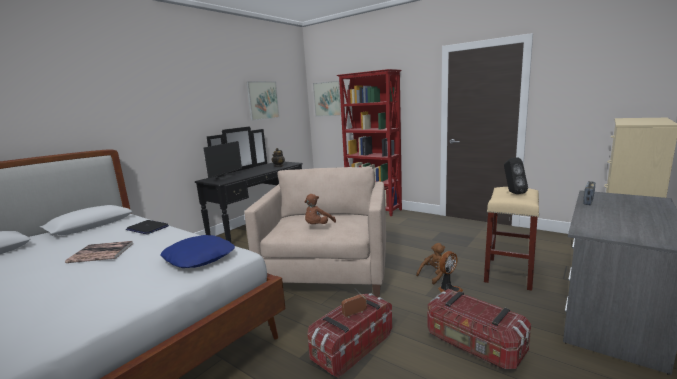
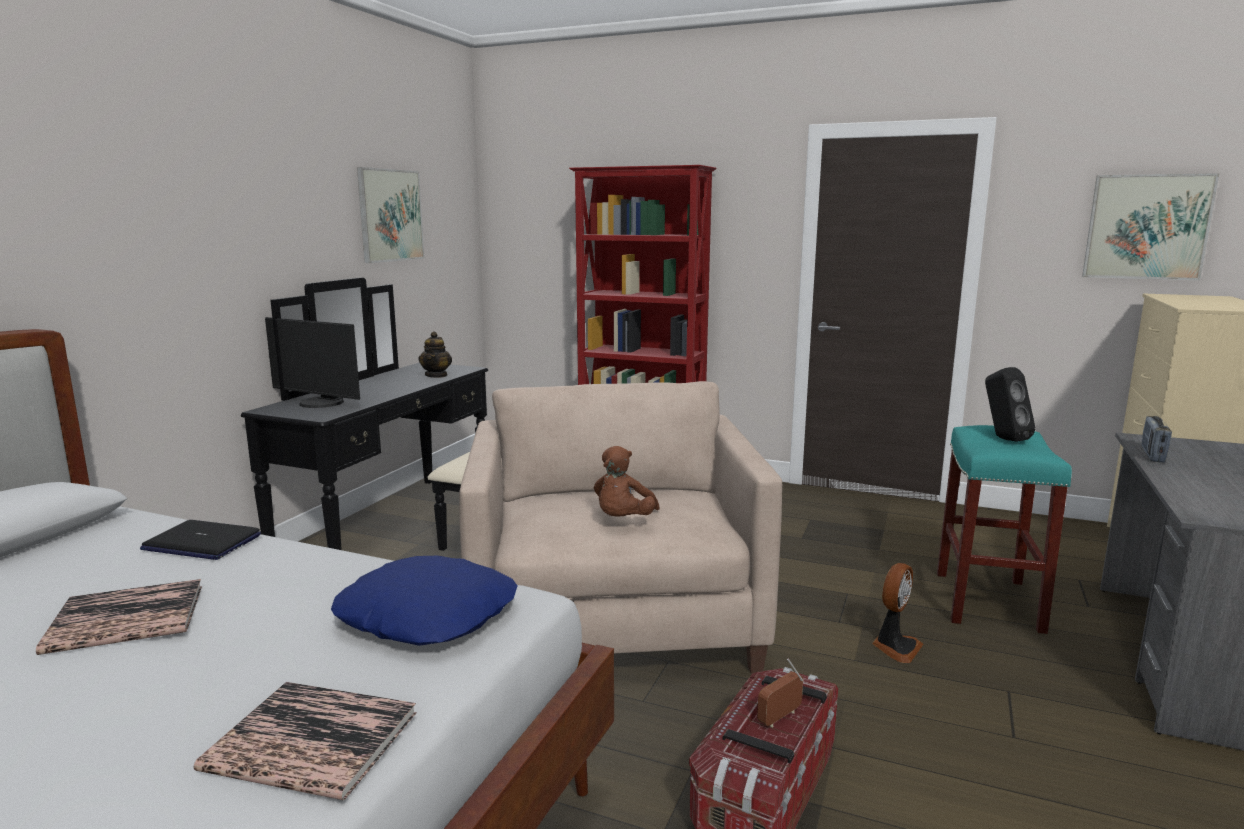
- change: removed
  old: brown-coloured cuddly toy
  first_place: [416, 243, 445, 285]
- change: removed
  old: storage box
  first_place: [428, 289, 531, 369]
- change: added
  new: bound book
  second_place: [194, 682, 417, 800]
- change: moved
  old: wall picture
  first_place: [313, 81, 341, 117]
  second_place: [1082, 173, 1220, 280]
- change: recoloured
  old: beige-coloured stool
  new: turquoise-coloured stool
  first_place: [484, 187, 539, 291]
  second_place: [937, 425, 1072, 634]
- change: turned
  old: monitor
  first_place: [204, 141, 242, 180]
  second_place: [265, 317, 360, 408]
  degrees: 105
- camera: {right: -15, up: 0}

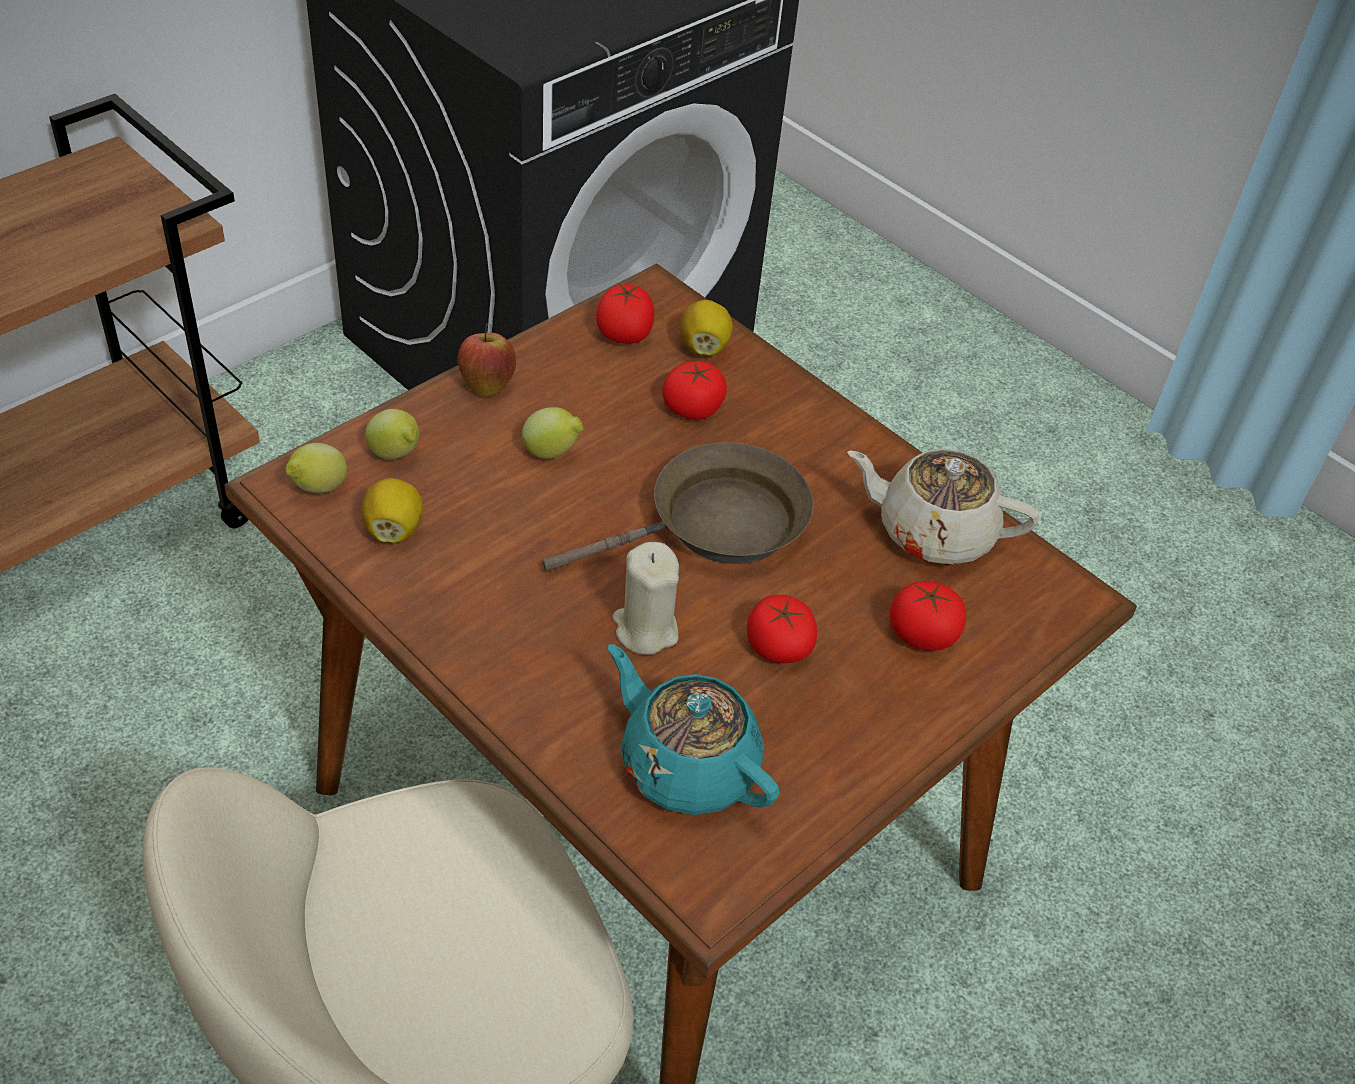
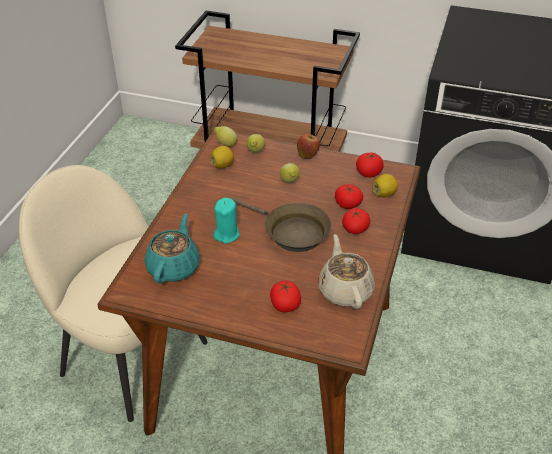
- change: moved
  old: fresh tomato
  first_place: [747, 595, 817, 663]
  second_place: [342, 208, 370, 234]
- change: recoloured
  old: beige-coloured wax candle
  new: turquoise-coloured wax candle
  first_place: [612, 542, 679, 655]
  second_place: [213, 198, 239, 244]
- camera: {right: 65, up: -5}

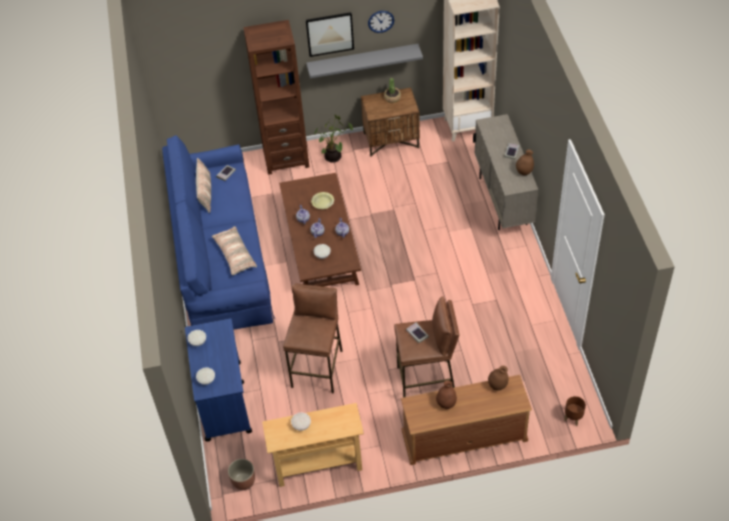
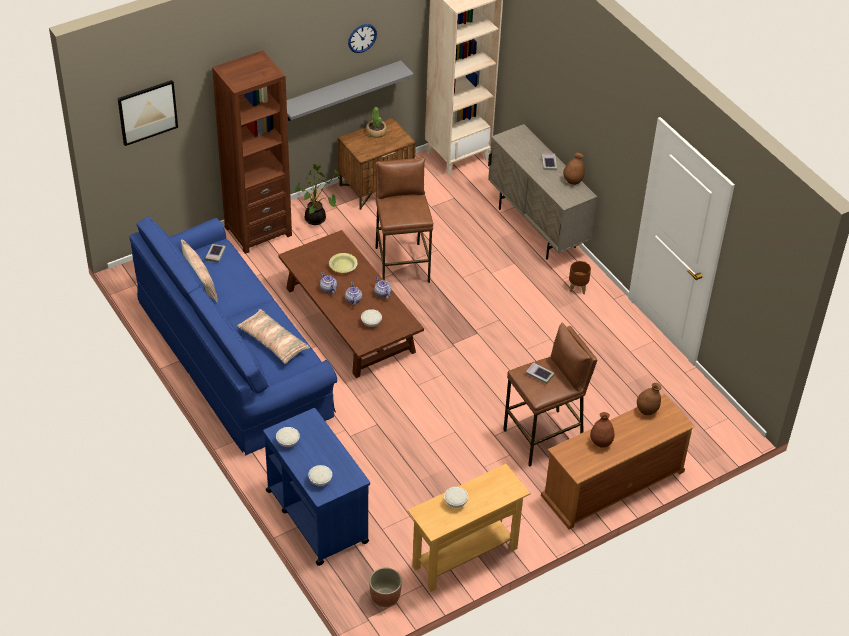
- change: moved
  old: brown-coloured stool
  first_place: [283, 283, 343, 394]
  second_place: [375, 158, 433, 283]
- change: moved
  old: wall picture
  first_place: [306, 12, 354, 57]
  second_place: [118, 80, 178, 146]
- change: moved
  old: brown-coloured flower pot
  first_place: [564, 396, 586, 426]
  second_place: [569, 261, 591, 294]
- camera: {right: -25, up: -5}

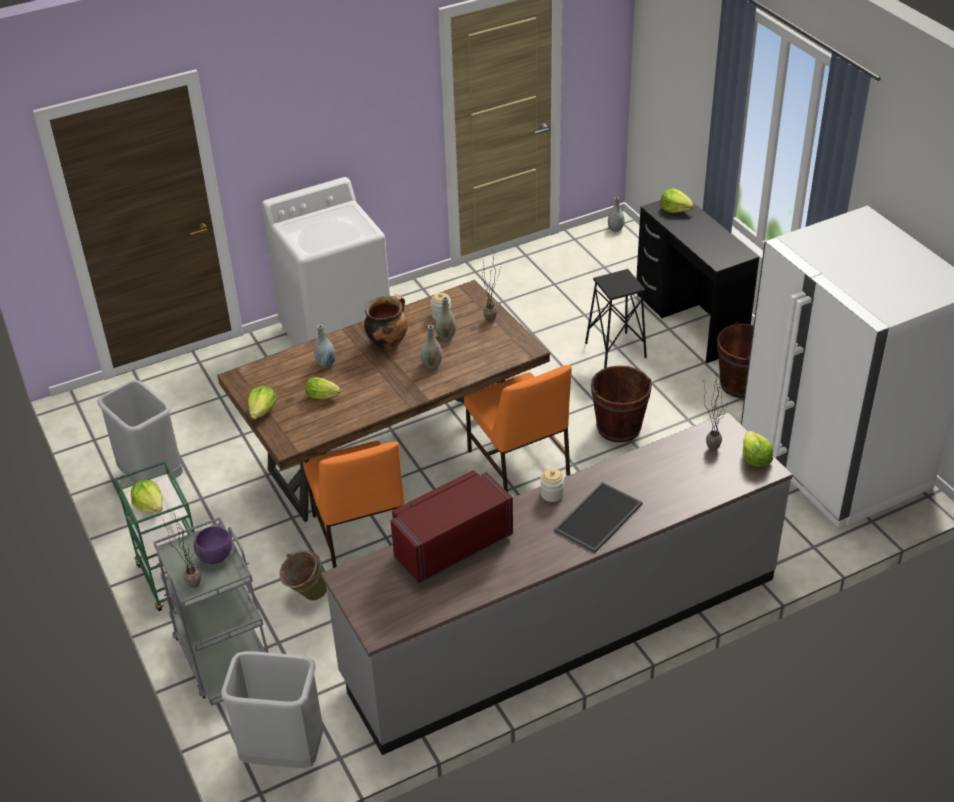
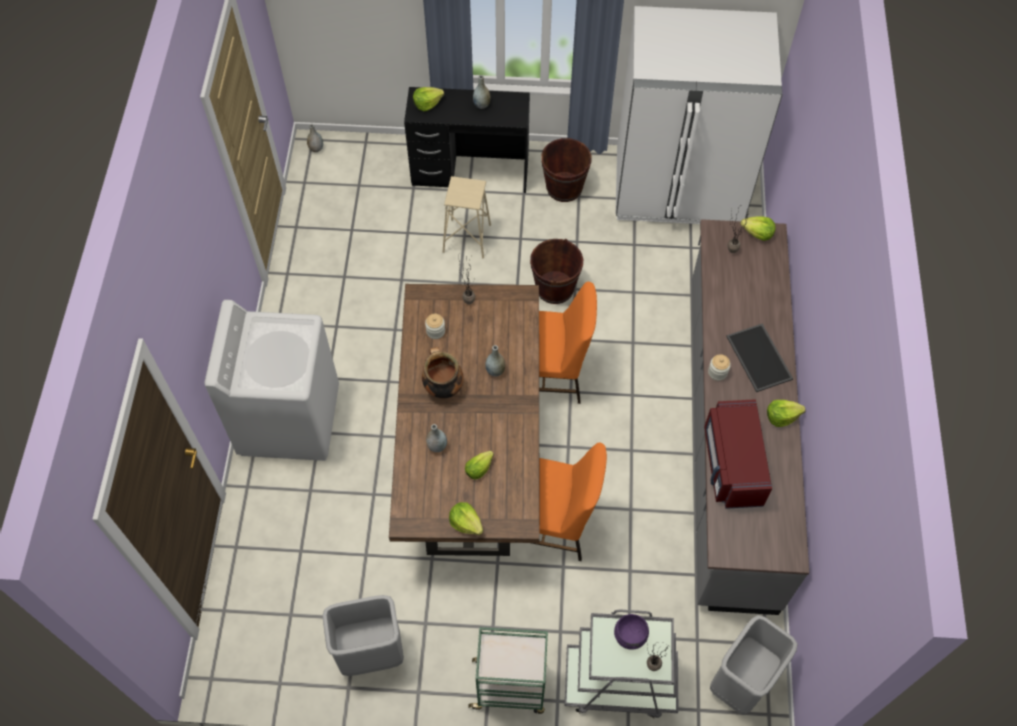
- change: removed
  old: green bucket
  first_place: [279, 550, 327, 601]
- change: moved
  old: head of lettuce
  first_place: [131, 480, 163, 513]
  second_place: [767, 400, 805, 427]
- change: moved
  old: greyish flower vase
  first_place: [435, 297, 456, 340]
  second_place: [473, 75, 490, 109]
- change: recoloured
  old: black-coloured stool
  new: beige-coloured stool
  first_place: [585, 269, 647, 368]
  second_place: [443, 176, 491, 258]
- camera: {right: -60, up: 20}

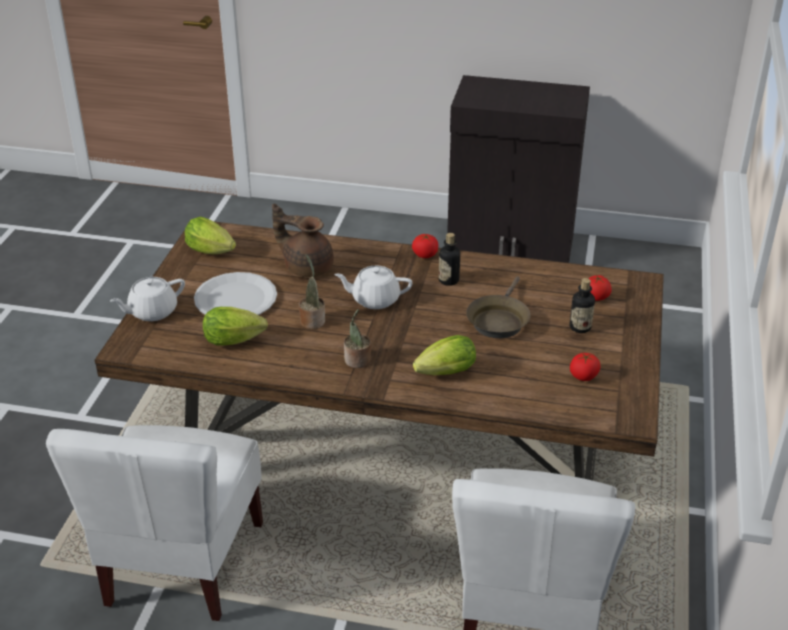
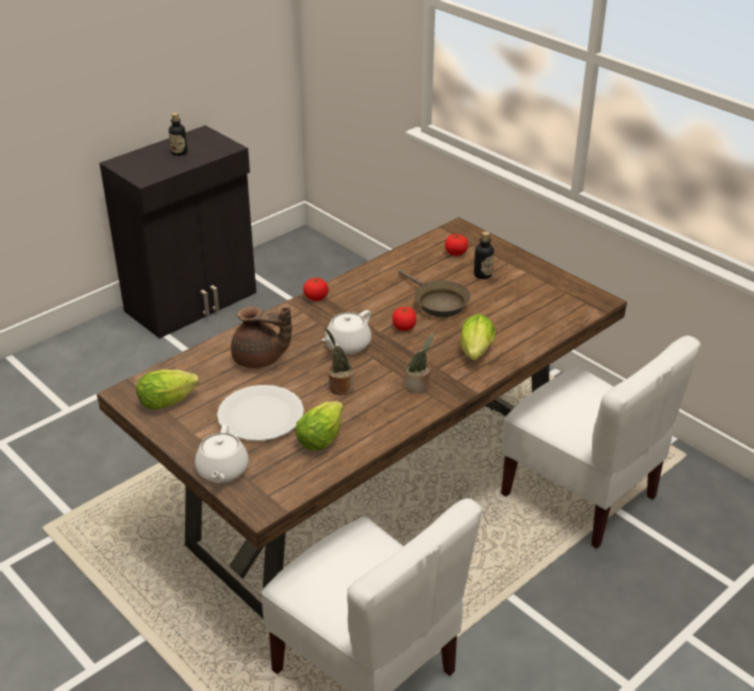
- change: moved
  old: bottle
  first_place: [439, 233, 460, 286]
  second_place: [169, 113, 187, 156]
- change: moved
  old: fresh tomato
  first_place: [570, 353, 601, 381]
  second_place: [392, 307, 417, 331]
- change: turned
  old: brown-coloured tea pot
  first_place: [272, 204, 334, 277]
  second_place: [231, 306, 292, 368]
  degrees: -135
- camera: {right: -55, up: 0}

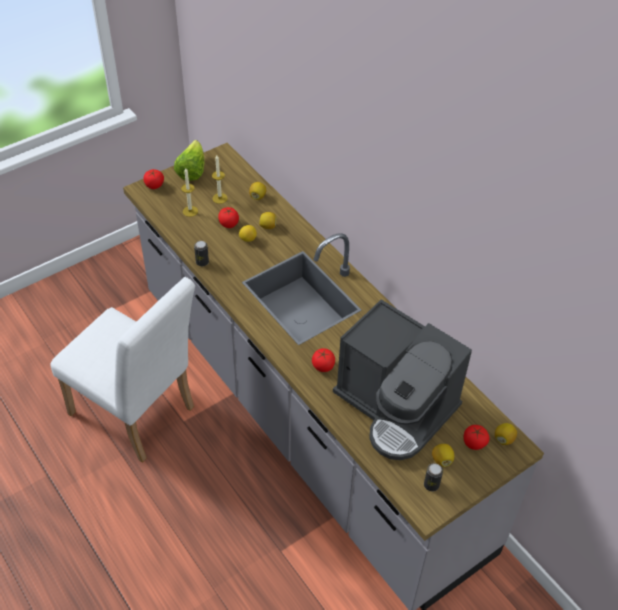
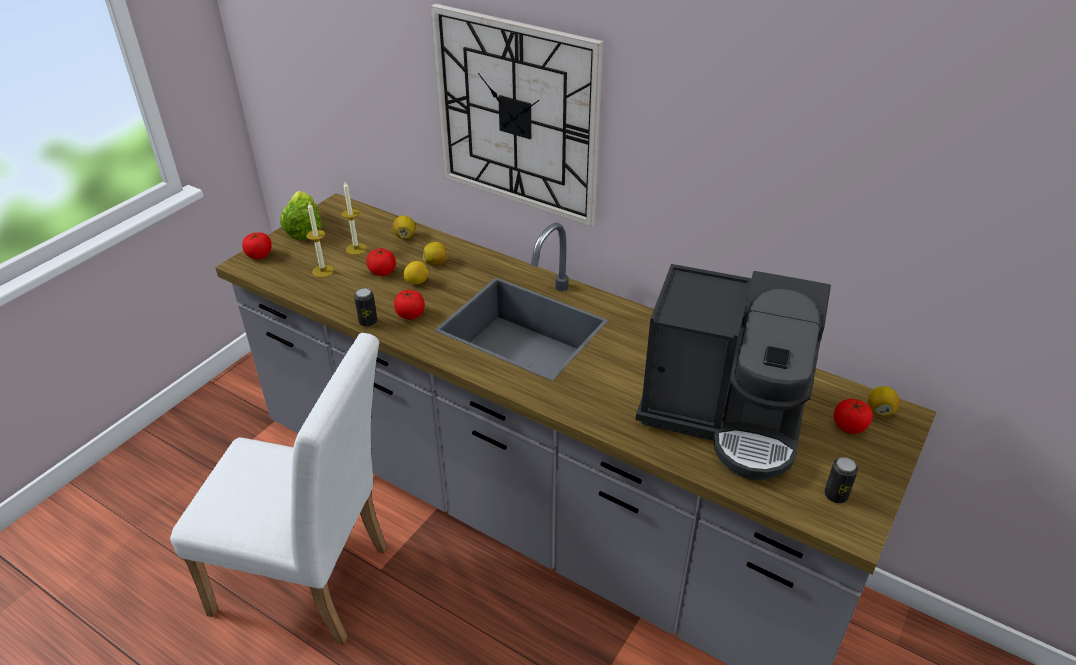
- change: removed
  old: citrus fruit
  first_place: [432, 444, 454, 467]
- change: added
  new: clock on the wall
  second_place: [430, 4, 604, 226]
- change: moved
  old: fresh tomato
  first_place: [312, 348, 335, 372]
  second_place: [394, 290, 425, 320]
- camera: {right: -20, up: -10}

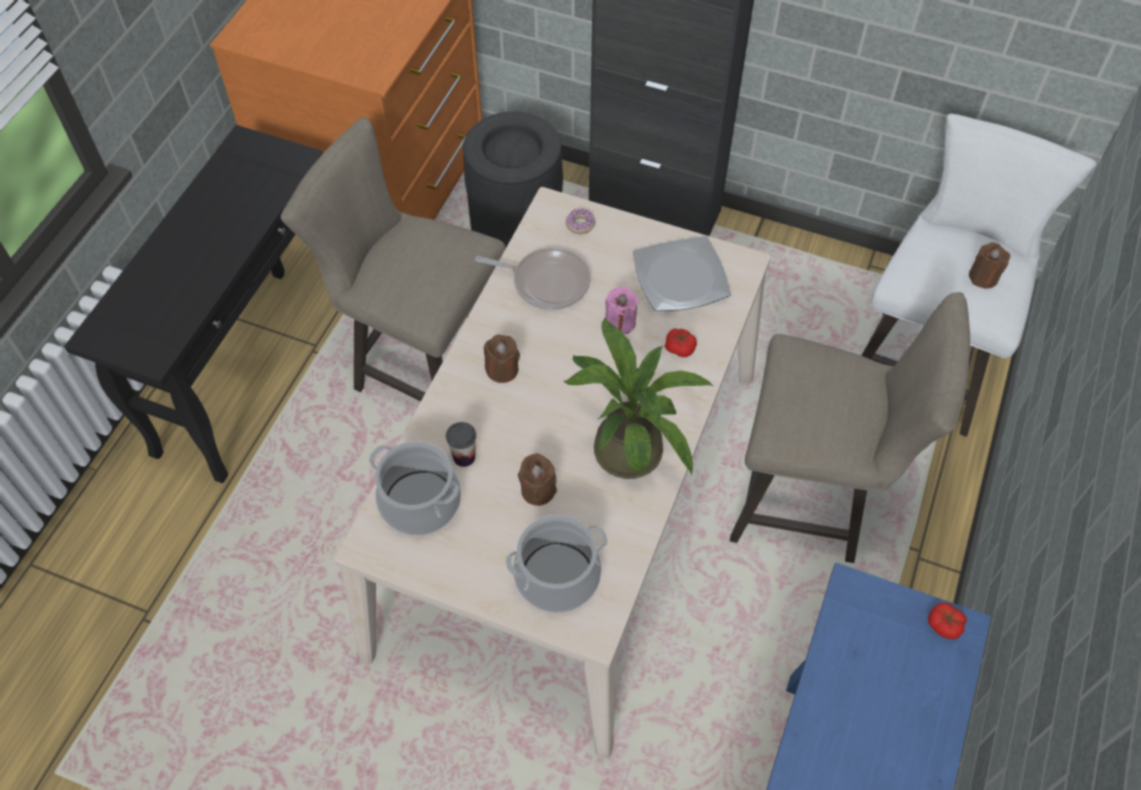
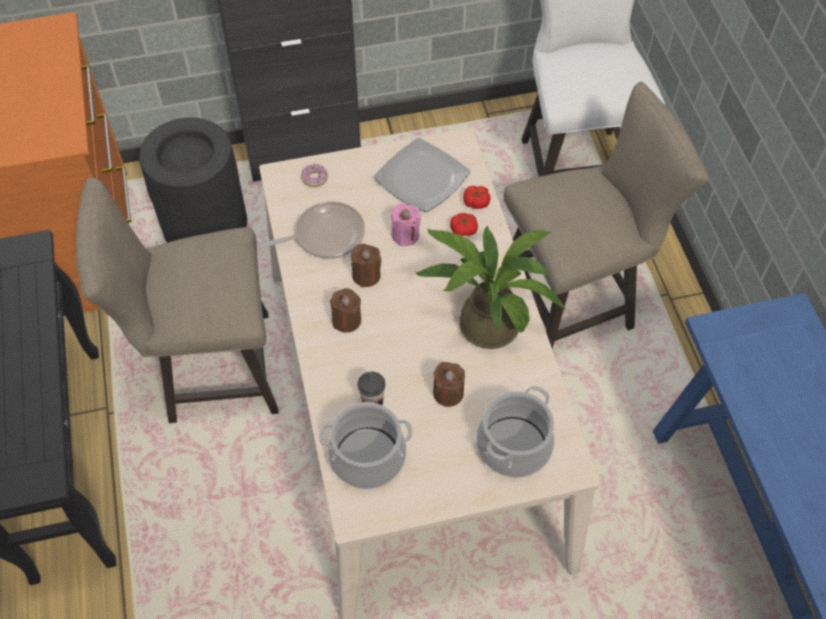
- change: moved
  old: fresh tomato
  first_place: [928, 602, 967, 640]
  second_place: [463, 186, 491, 209]
- change: moved
  old: brown-coloured wax candle
  first_place: [969, 242, 1010, 288]
  second_place: [351, 244, 381, 287]
- camera: {right: -35, up: 0}

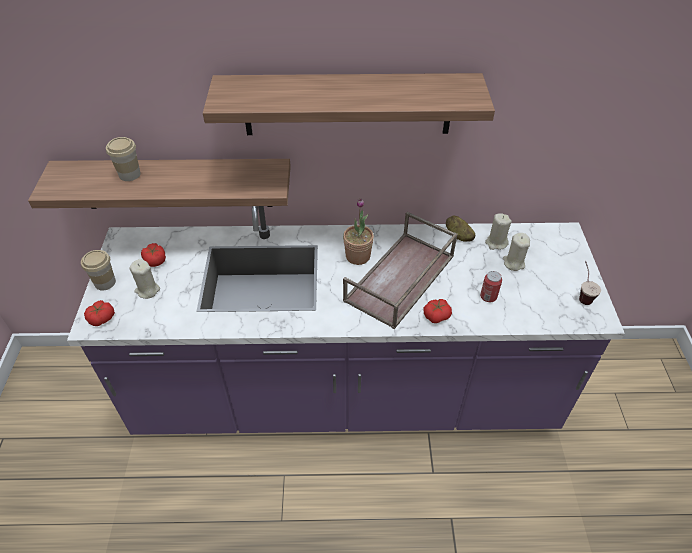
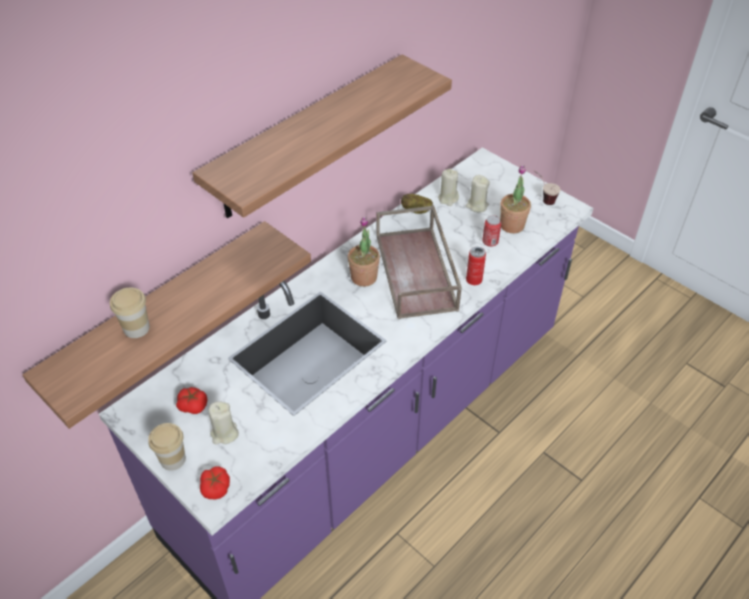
- change: added
  new: potted plant
  second_place: [500, 165, 531, 234]
- change: replaced
  old: fresh tomato
  new: sealed can
  first_place: [424, 299, 452, 323]
  second_place: [466, 247, 486, 285]
- camera: {right: -45, up: 0}

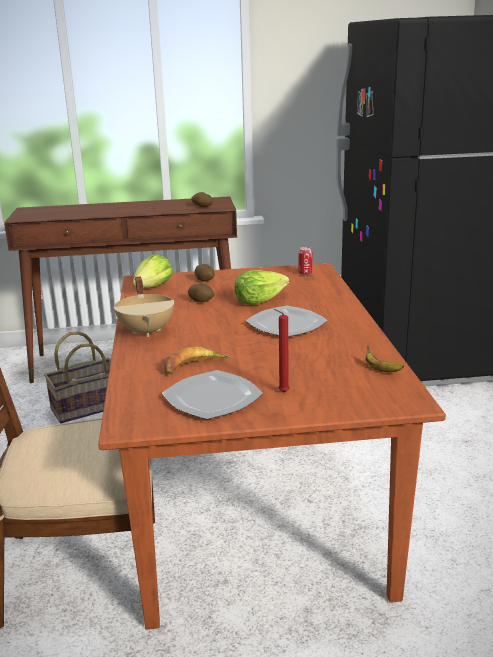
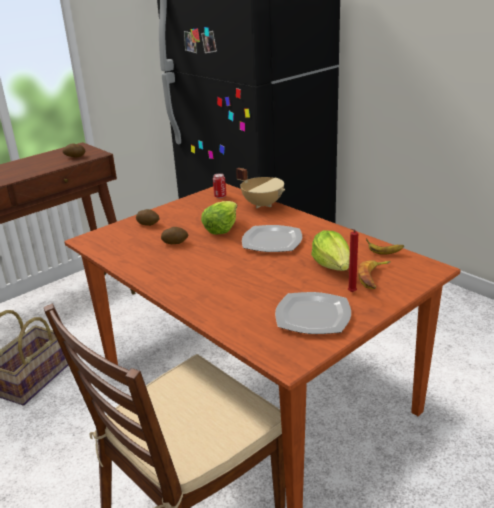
- change: moved
  old: beige-coloured cooking pot
  first_place: [113, 276, 174, 337]
  second_place: [236, 168, 285, 208]
- change: moved
  old: head of lettuce
  first_place: [133, 254, 173, 288]
  second_place: [311, 230, 350, 271]
- change: moved
  old: banana
  first_place: [163, 347, 230, 374]
  second_place: [358, 260, 391, 289]
- camera: {right: -35, up: 5}

